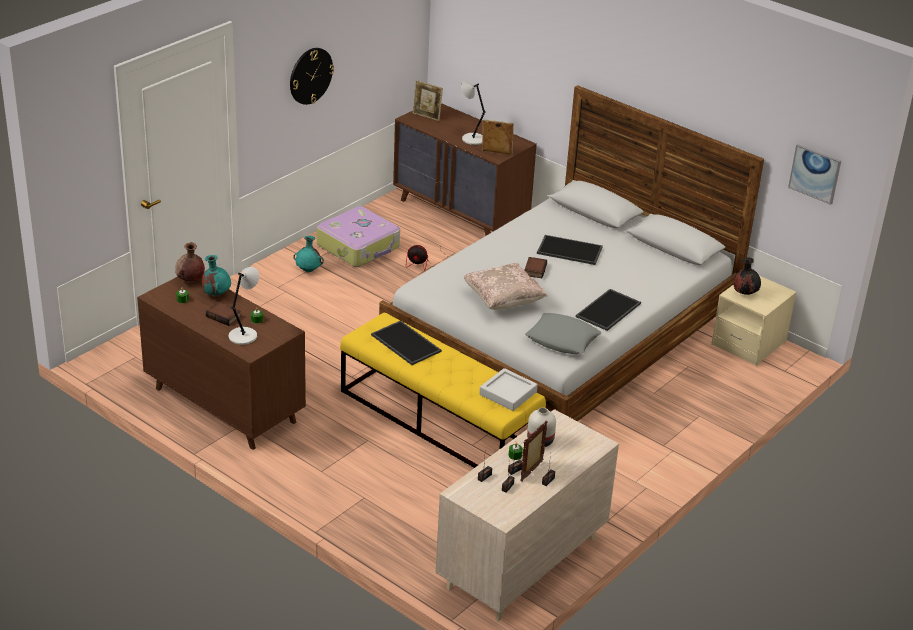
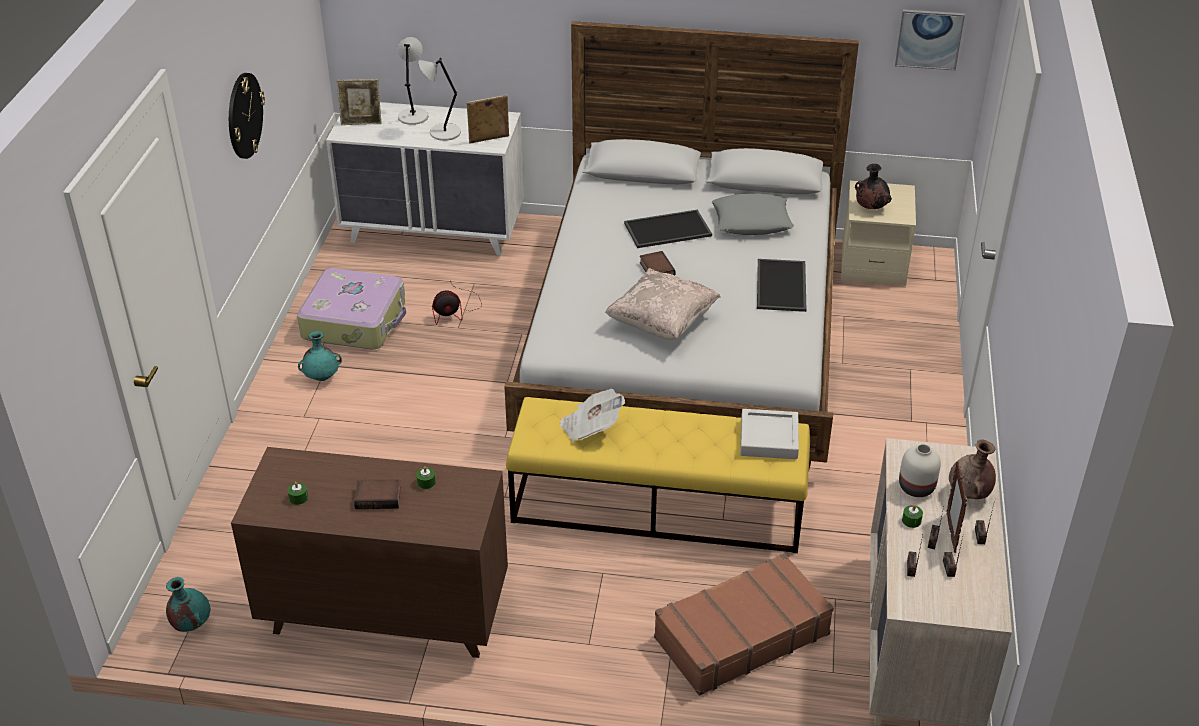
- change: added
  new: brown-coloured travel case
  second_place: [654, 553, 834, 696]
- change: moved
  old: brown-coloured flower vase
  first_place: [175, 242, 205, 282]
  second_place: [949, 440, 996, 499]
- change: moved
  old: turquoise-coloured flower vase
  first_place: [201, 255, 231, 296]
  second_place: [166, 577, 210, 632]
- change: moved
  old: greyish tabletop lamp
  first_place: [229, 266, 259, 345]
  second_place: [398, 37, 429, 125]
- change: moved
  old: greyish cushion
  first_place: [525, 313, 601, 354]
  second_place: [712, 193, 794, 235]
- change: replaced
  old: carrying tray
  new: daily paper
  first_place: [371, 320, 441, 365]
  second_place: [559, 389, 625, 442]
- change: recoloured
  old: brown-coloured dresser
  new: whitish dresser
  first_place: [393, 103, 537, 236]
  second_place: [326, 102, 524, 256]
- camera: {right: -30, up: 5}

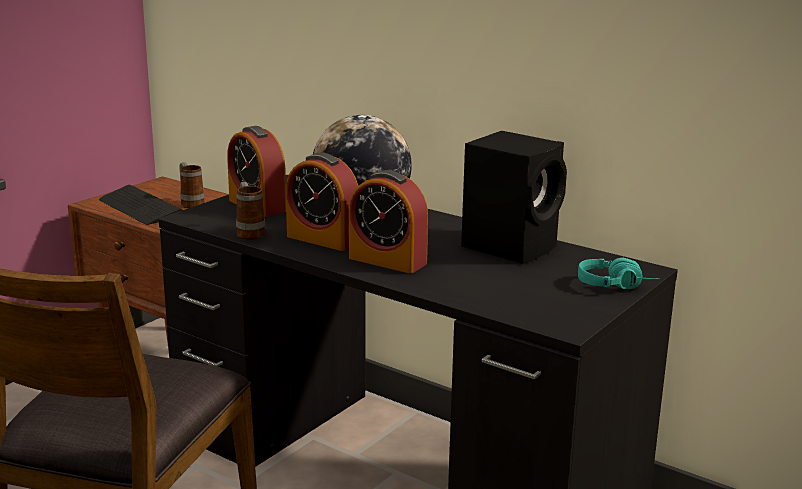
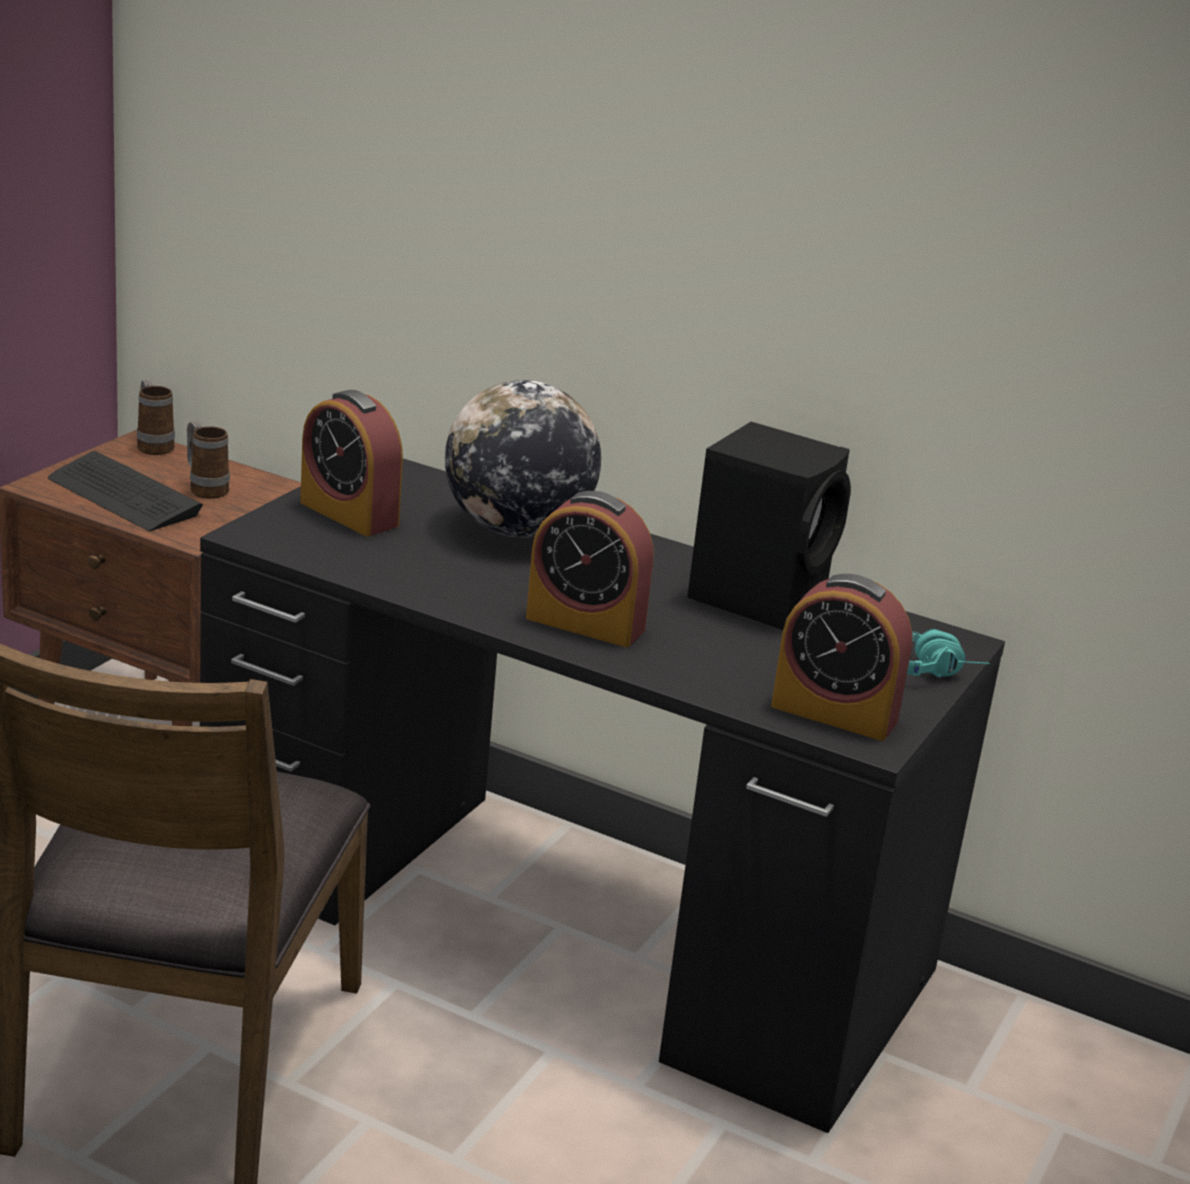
- change: moved
  old: tea mug
  first_place: [236, 182, 265, 239]
  second_place: [137, 379, 175, 455]
- change: moved
  old: table clock
  first_place: [286, 153, 358, 251]
  second_place: [771, 574, 912, 741]
- camera: {right: -10, up: 5}

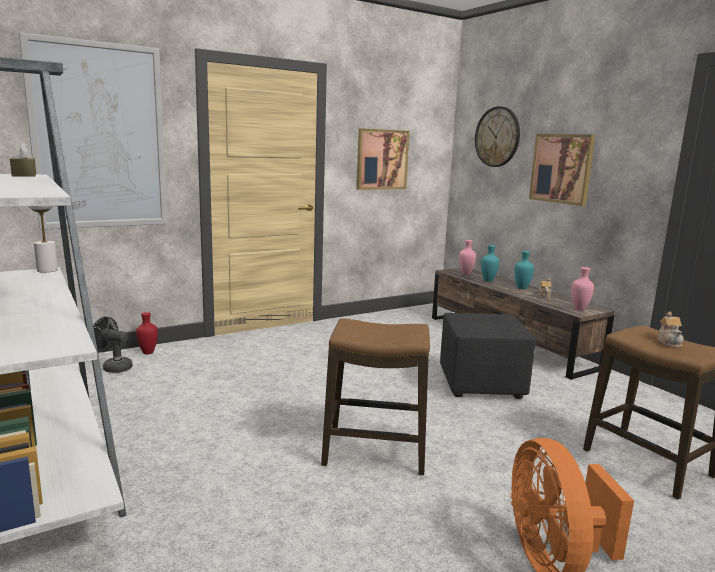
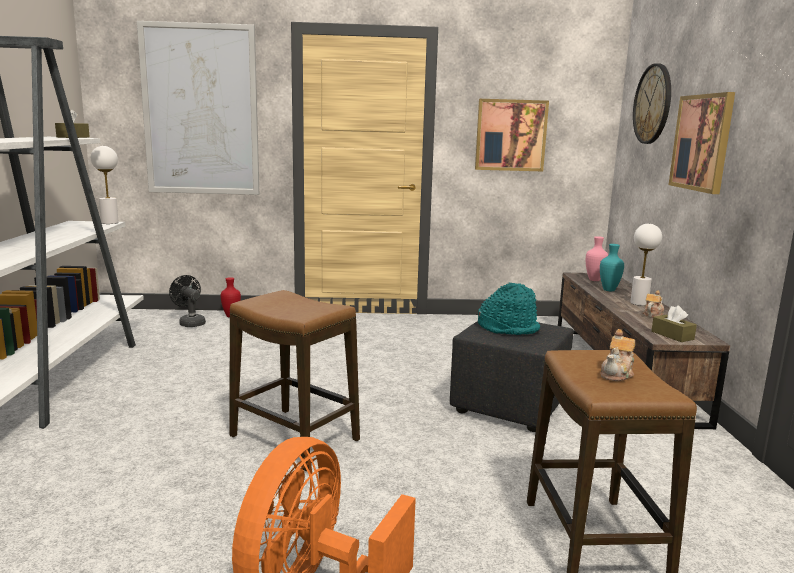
- change: added
  new: turquoise-coloured wearable hat
  second_place: [478, 283, 540, 335]
- change: replaced
  old: turquoise-coloured flower vase
  new: whitish tabletop lamp
  first_place: [514, 251, 534, 289]
  second_place: [630, 224, 662, 306]
- change: replaced
  old: pink flower vase
  new: brown-coloured tissue box
  first_place: [571, 267, 594, 311]
  second_place: [652, 305, 697, 342]
- camera: {right: 30, up: 0}

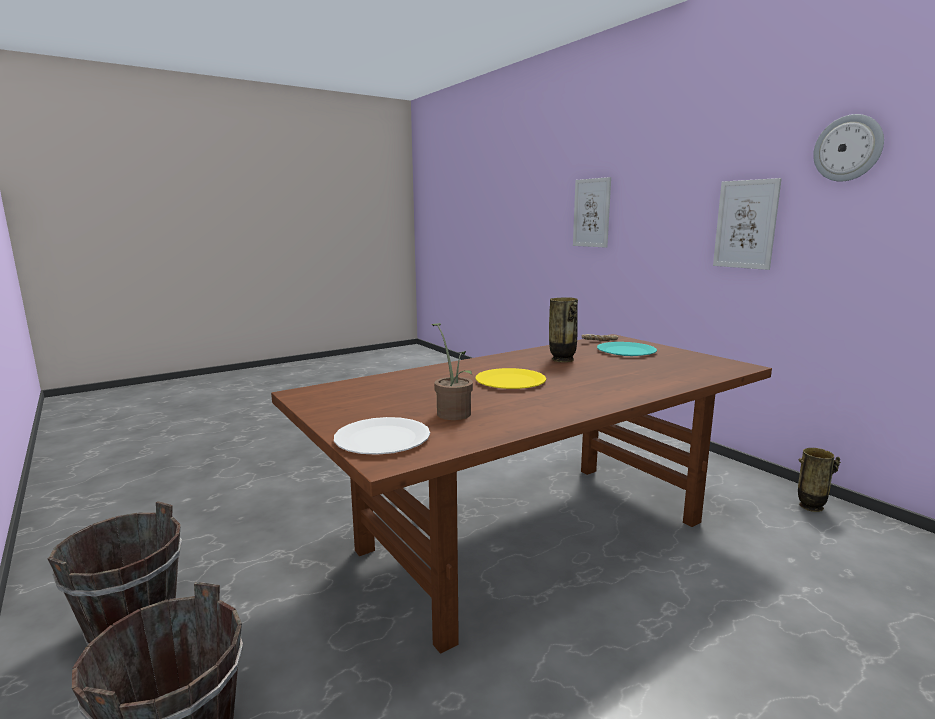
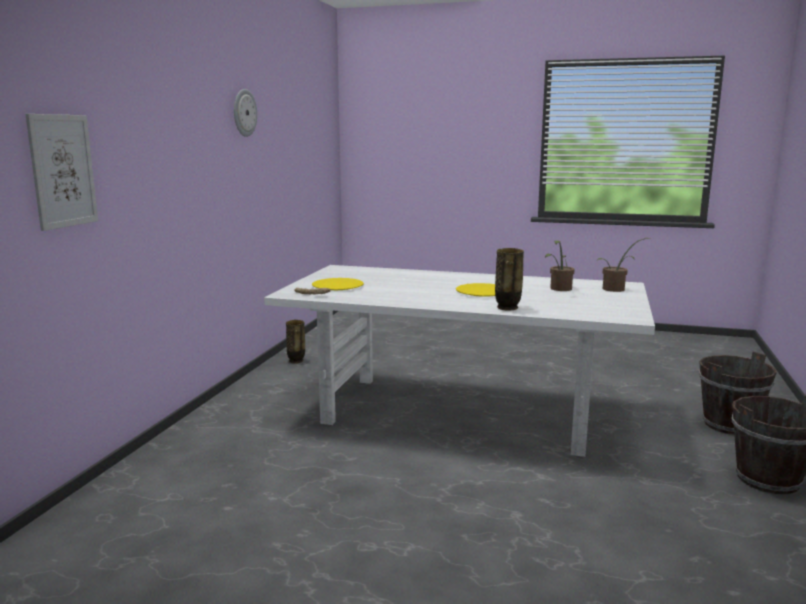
- change: removed
  old: wall picture
  first_place: [713, 178, 782, 270]
- change: moved
  old: flower vase
  first_place: [549, 297, 578, 362]
  second_place: [495, 248, 524, 311]
- change: replaced
  old: whitish flat dish
  new: potted plant
  first_place: [334, 417, 430, 455]
  second_place: [597, 238, 652, 292]
- change: recoloured
  old: brown-coloured dining table
  new: whitish dining table
  first_place: [271, 334, 772, 654]
  second_place: [264, 265, 655, 457]
- change: recoloured
  old: turquoise-coloured flat dish
  new: yellow-coloured flat dish
  first_place: [597, 342, 657, 356]
  second_place: [312, 278, 364, 290]
- camera: {right: -130, up: 0}

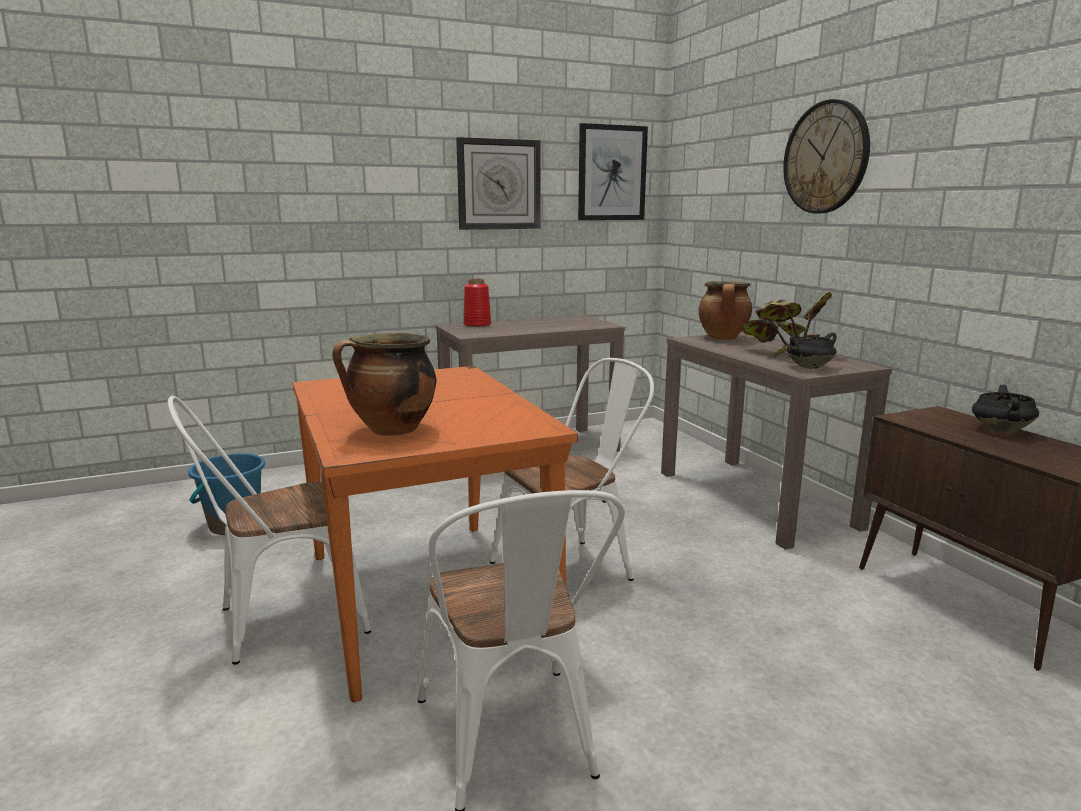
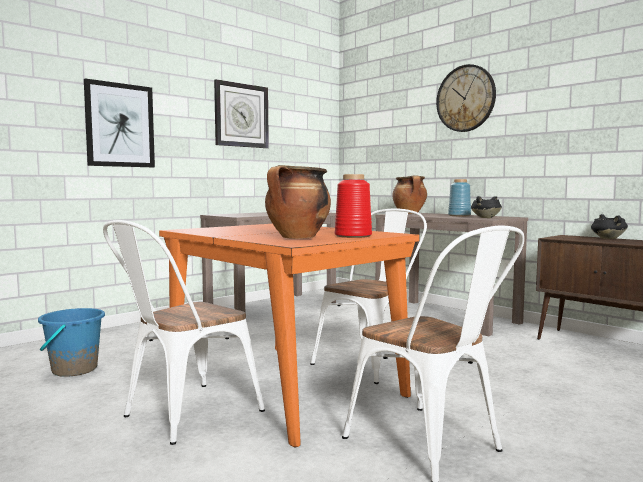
- change: moved
  old: red-coloured flower vase
  first_place: [463, 278, 491, 327]
  second_place: [335, 174, 372, 238]
- change: moved
  old: wall picture
  first_place: [578, 123, 648, 220]
  second_place: [84, 78, 155, 167]
- change: replaced
  old: potted plant
  new: blue flower vase
  first_place: [742, 291, 832, 358]
  second_place: [448, 179, 471, 216]
- camera: {right: -20, up: -10}

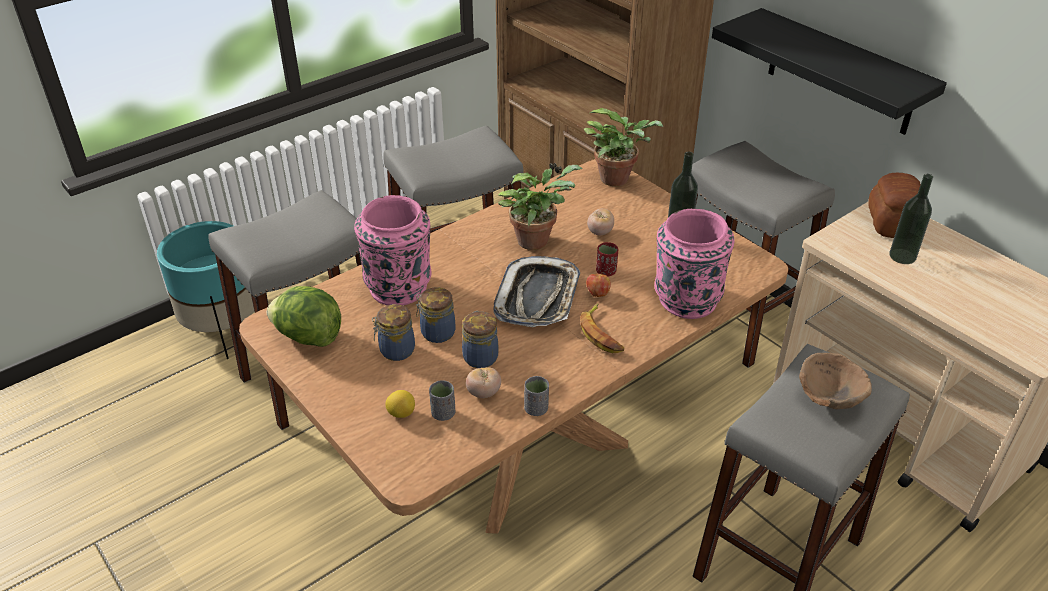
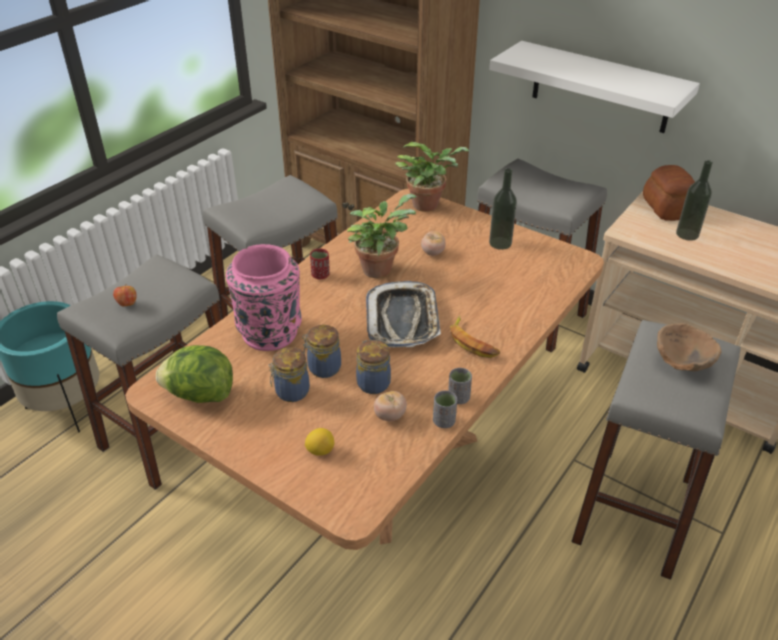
- change: removed
  old: pink flower vase
  first_place: [654, 209, 735, 319]
- change: moved
  old: greyish drinking cup
  first_place: [429, 381, 455, 421]
  second_place: [448, 368, 472, 404]
- change: moved
  old: apple fruit
  first_place: [586, 272, 611, 297]
  second_place: [113, 285, 137, 307]
- change: moved
  old: red-coloured drinking cup
  first_place: [596, 242, 618, 277]
  second_place: [310, 249, 330, 279]
- change: recoloured
  old: black-coloured bracket shelf
  new: whitish bracket shelf
  first_place: [712, 8, 947, 135]
  second_place: [489, 41, 700, 133]
- camera: {right: -15, up: 0}

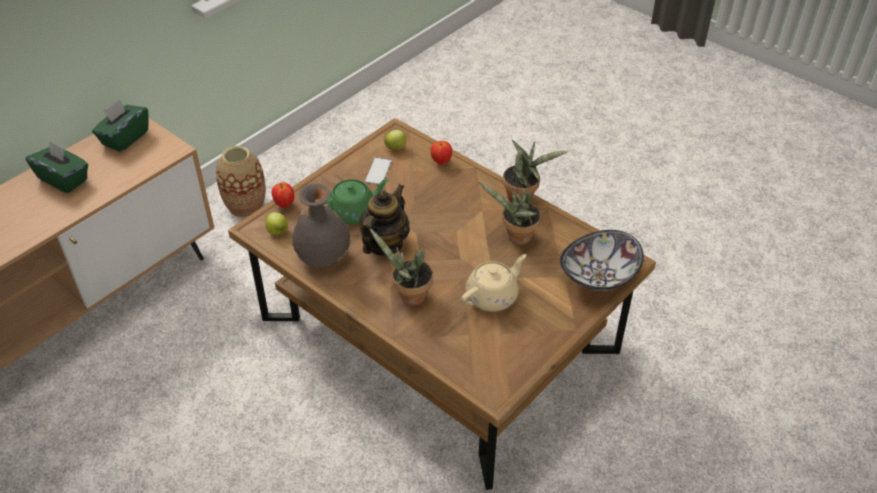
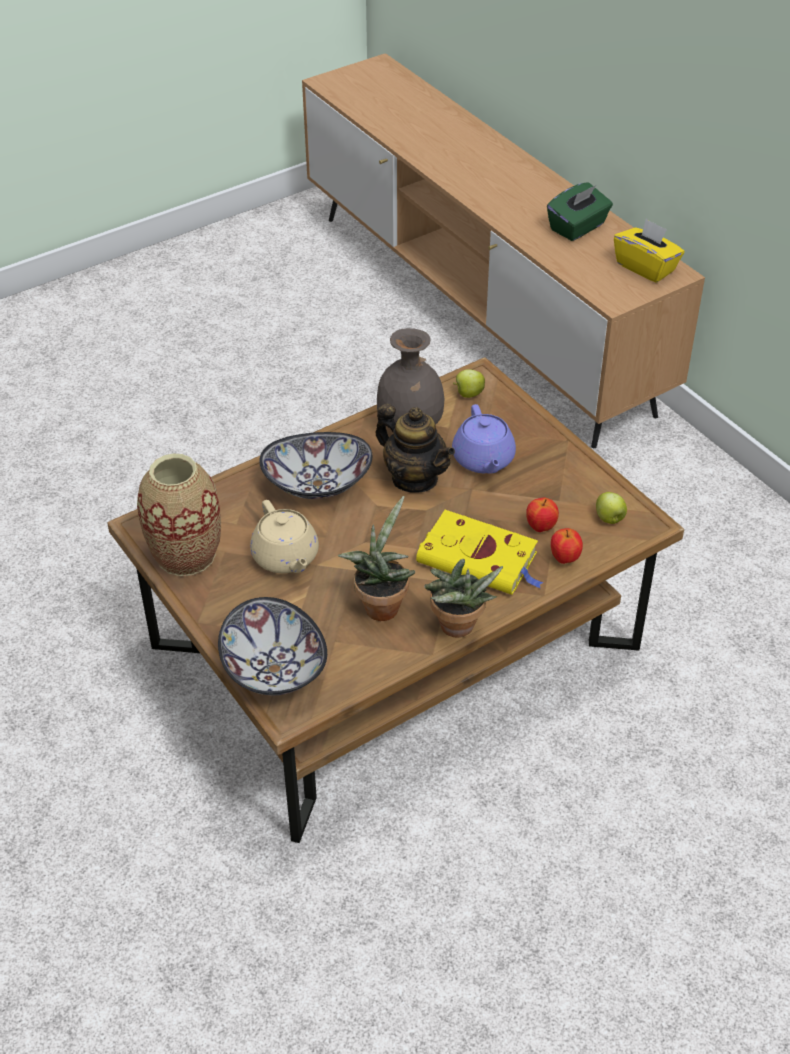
- change: removed
  old: handset
  first_place: [365, 157, 392, 185]
- change: added
  new: yellow-coloured bound book
  second_place: [416, 510, 544, 595]
- change: moved
  old: flower vase
  first_place: [216, 146, 266, 218]
  second_place: [137, 453, 221, 576]
- change: moved
  old: apple fruit
  first_place: [272, 183, 294, 208]
  second_place: [526, 498, 559, 532]
- change: replaced
  old: potted plant
  new: deep dish
  first_place: [369, 228, 433, 306]
  second_place: [259, 432, 372, 499]
- change: recoloured
  old: green tissue box
  new: yellow-coloured tissue box
  first_place: [92, 100, 149, 152]
  second_place: [614, 218, 684, 283]
- change: recoloured
  old: green tea pot
  new: purplish tea pot
  first_place: [323, 179, 389, 224]
  second_place: [452, 404, 516, 474]
- camera: {right: 105, up: 0}

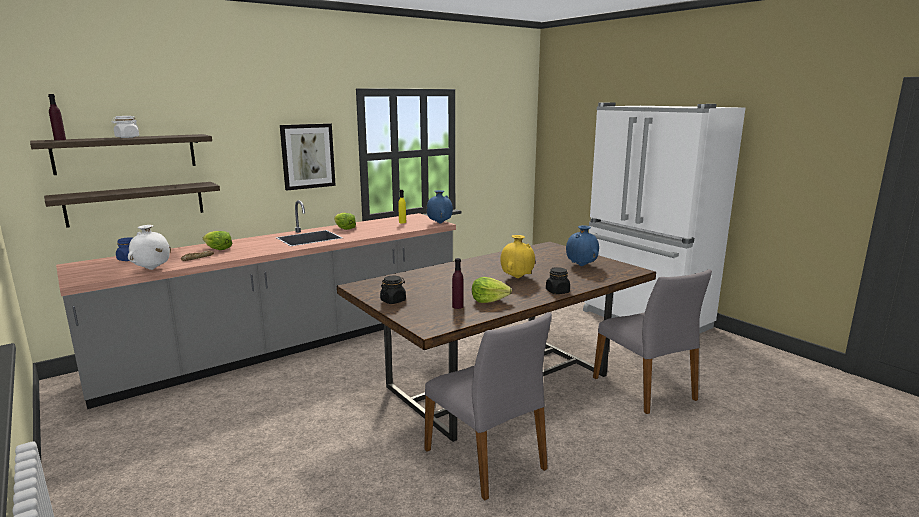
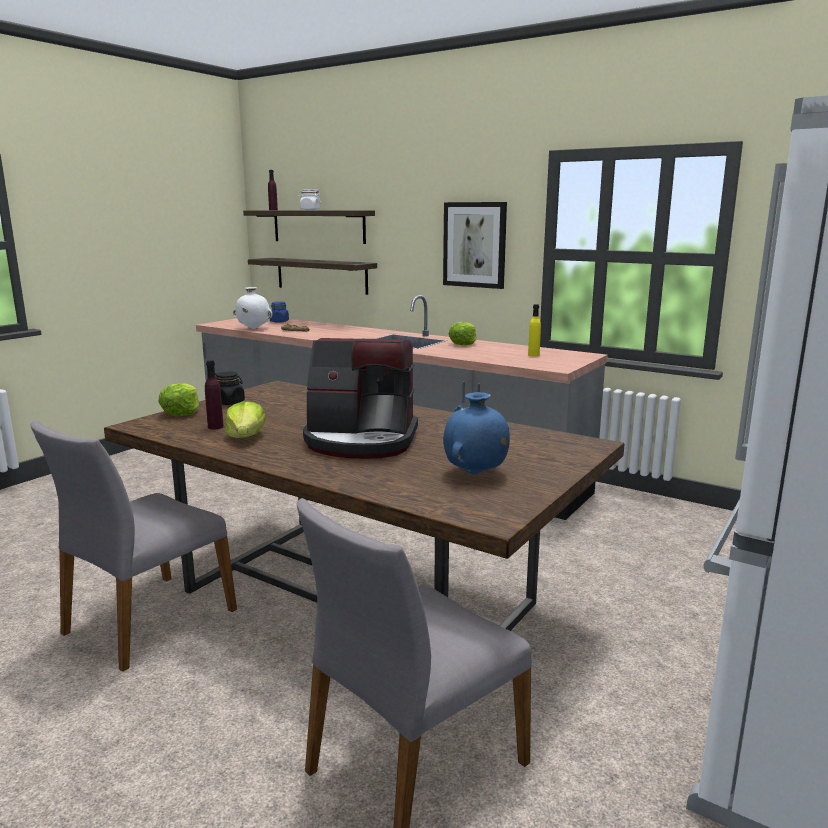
- change: removed
  old: blue flower vase
  first_place: [426, 190, 453, 224]
- change: removed
  old: black-coloured storage jar
  first_place: [546, 267, 570, 294]
- change: moved
  old: head of lettuce
  first_place: [203, 231, 232, 250]
  second_place: [159, 383, 199, 416]
- change: replaced
  old: yellow-coloured flower vase
  new: coffee brewer
  first_place: [500, 235, 535, 278]
  second_place: [303, 338, 418, 459]
- camera: {right: 70, up: 0}

